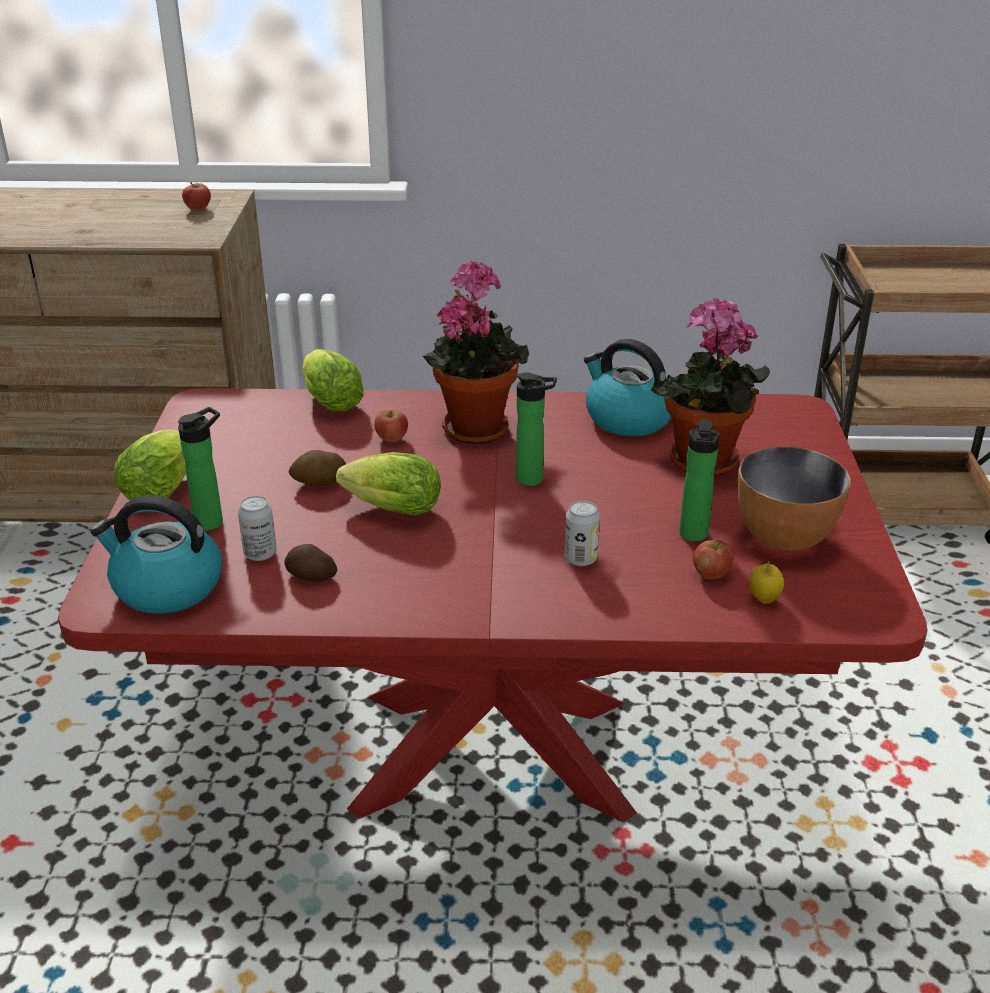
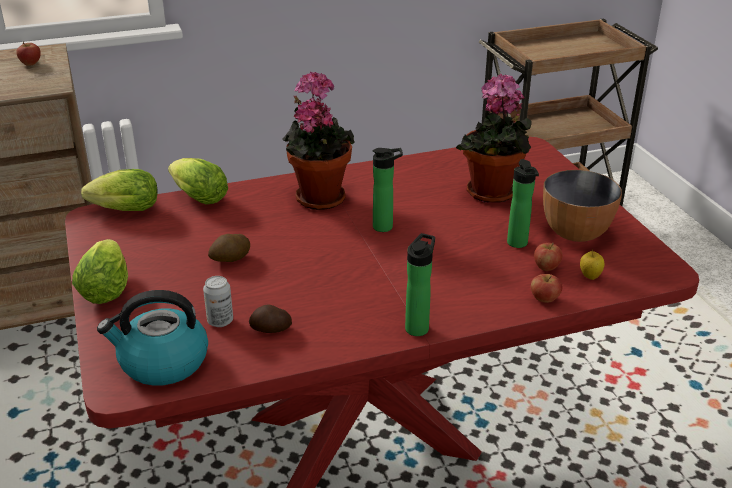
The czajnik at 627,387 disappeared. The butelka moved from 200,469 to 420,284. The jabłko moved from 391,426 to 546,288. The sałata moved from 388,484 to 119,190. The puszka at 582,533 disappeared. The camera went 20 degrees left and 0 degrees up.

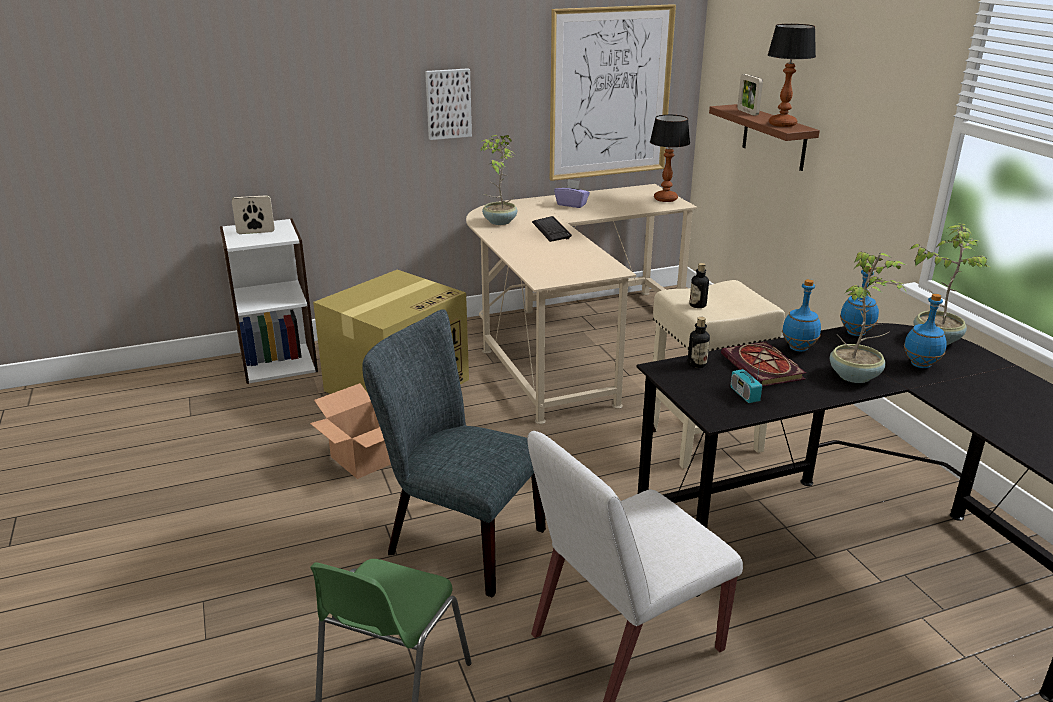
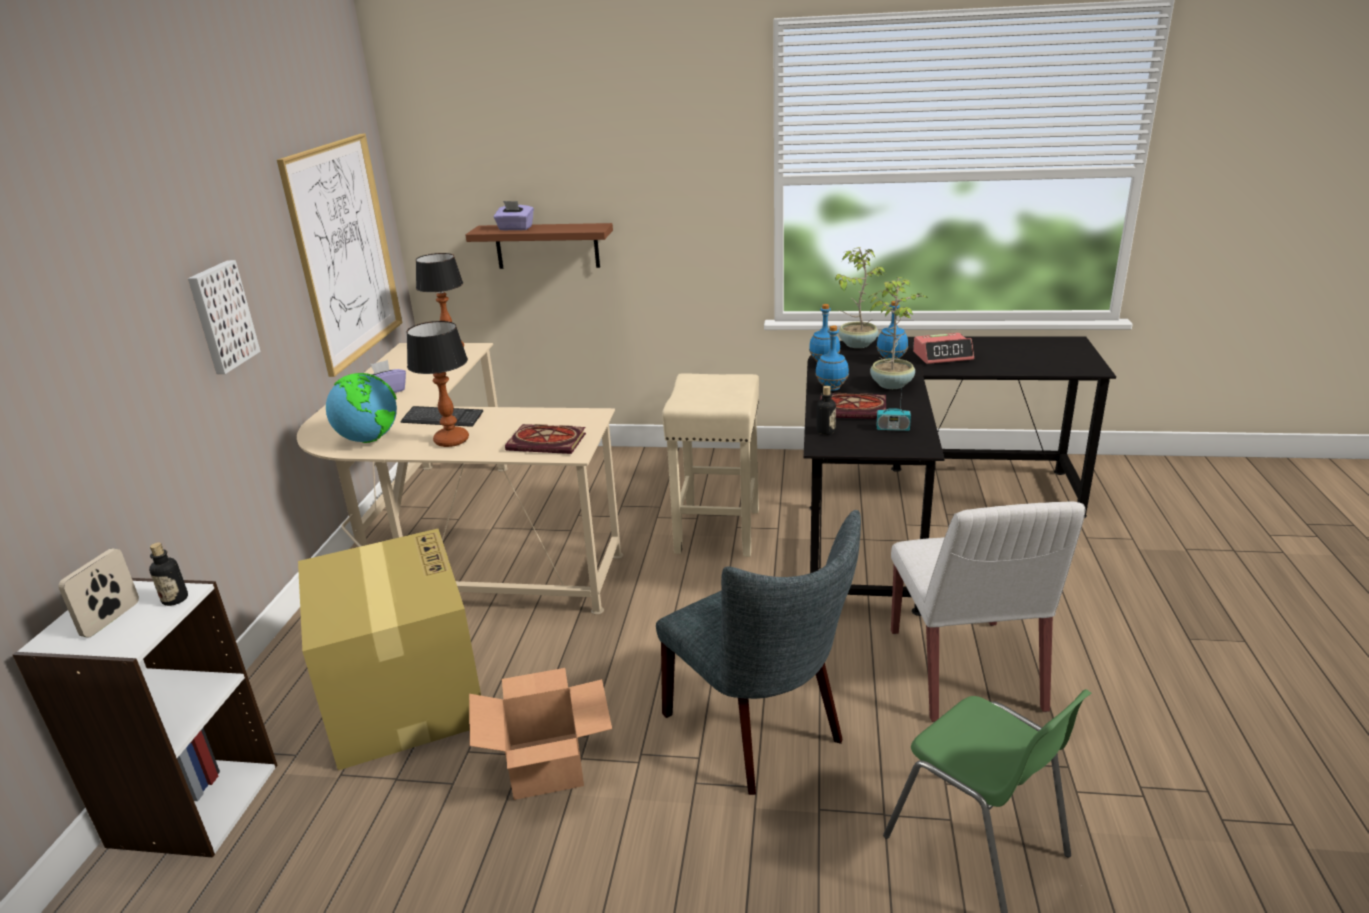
The lampa stołowa moved from 792,75 to 437,384. The ramka na zdjęcie at 750,95 was replaced by the pudełko chusteczek [fioletowy] at 513,215. The roślina doniczkowa at 499,180 was replaced by the globus at 361,408. The butelka moved from 699,285 to 168,574. The krzesło [szary] at 454,453 turned 90 degrees counterclockwise. The budzik at 943,348 appeared. The książka at 545,439 appeared. The camera went 60 degrees left and 0 degrees up.

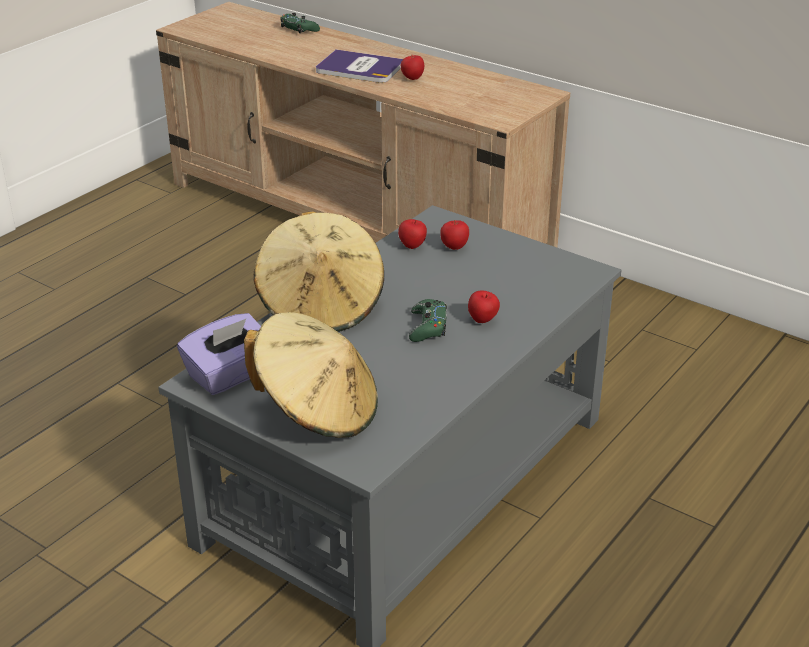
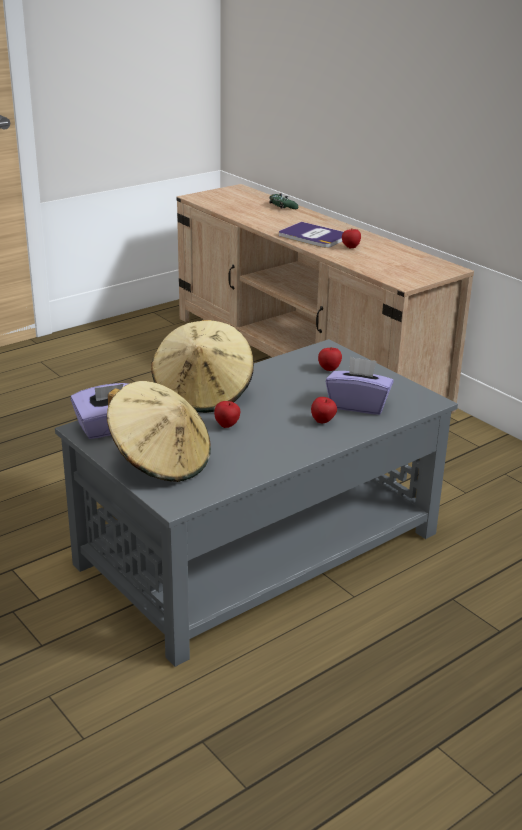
The jabłko moved from 412,234 to 227,414. The pad do gier [zielony] at 428,320 disappeared. The pudełko chusteczek [fioletowy] at 360,386 appeared. The camera went 15 degrees right and 5 degrees down.

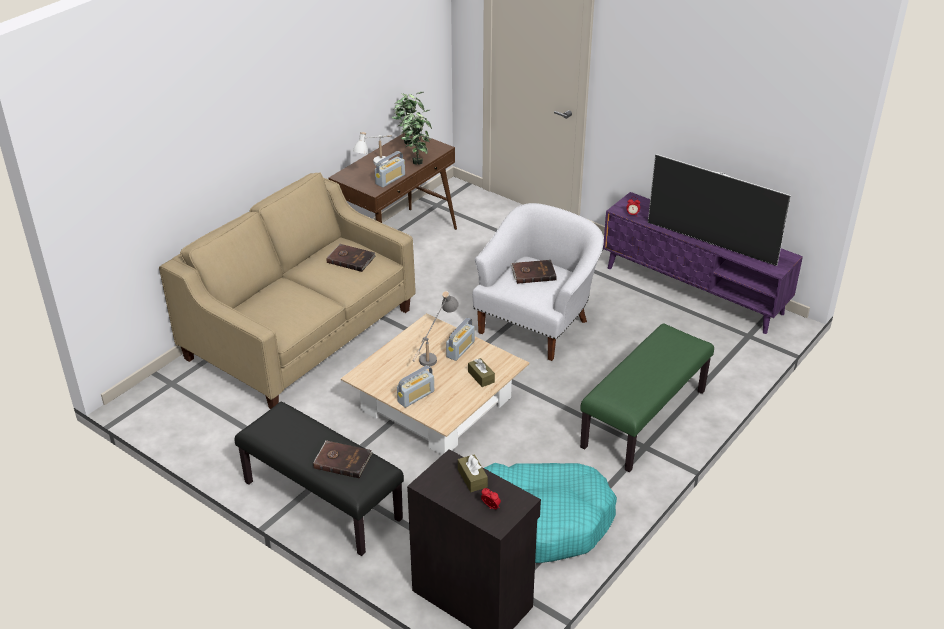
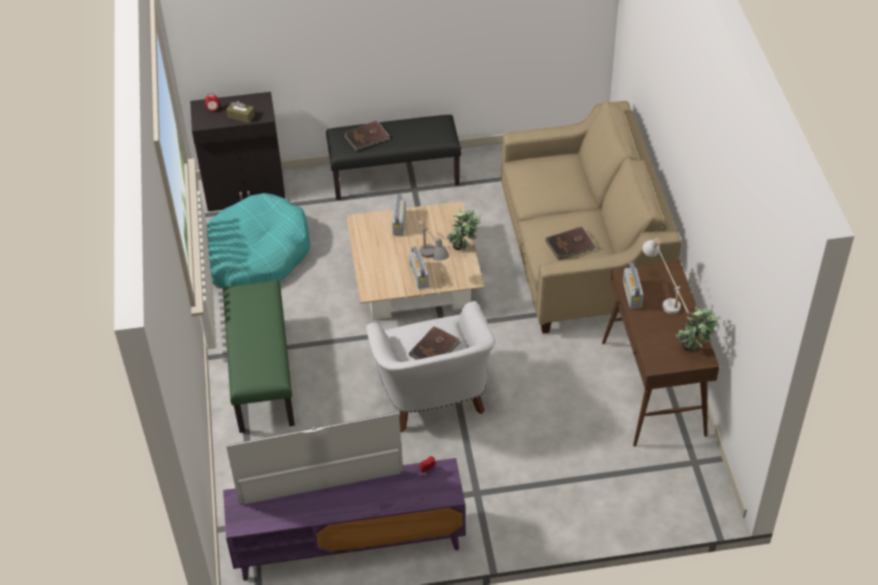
The roślina doniczkowa moved from 416,137 to 463,229. The pudełko chusteczek [brązowy] at 481,372 disappeared. The camera went 135 degrees right and 10 degrees up.

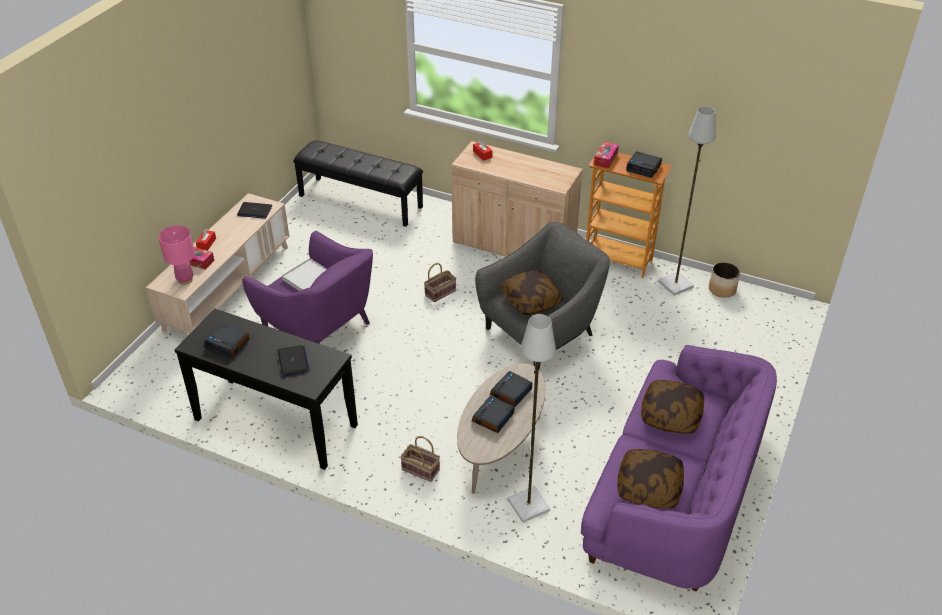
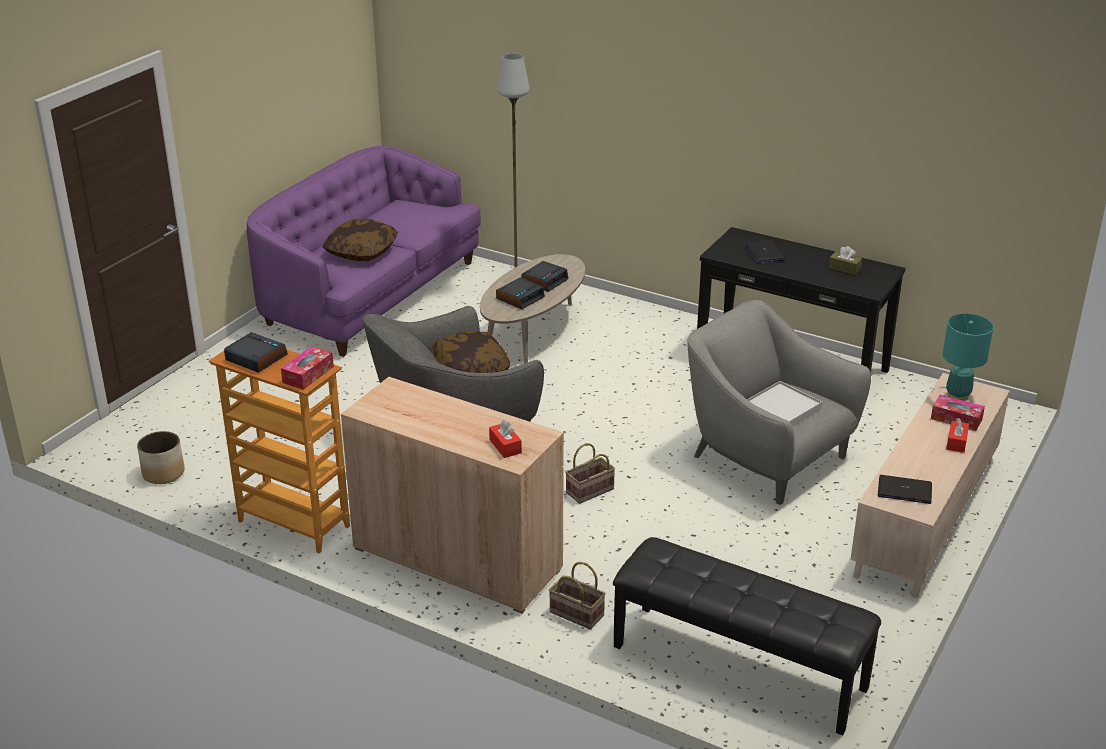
The lampa stojąca [szary] at 687,201 disappeared. The lampa stołowa [różowy] at 176,255 became the lampa stołowa [turkusowy] at 967,357. The fotel [fioletowy] at 307,287 became the fotel [szary] at 779,402. The budzik at 227,341 was replaced by the pudełko chusteczek [brązowy] at 845,260. The koszyk moved from 420,459 to 577,596. The poduszka at 650,479 disappeared. The camera went 175 degrees left and 10 degrees down.

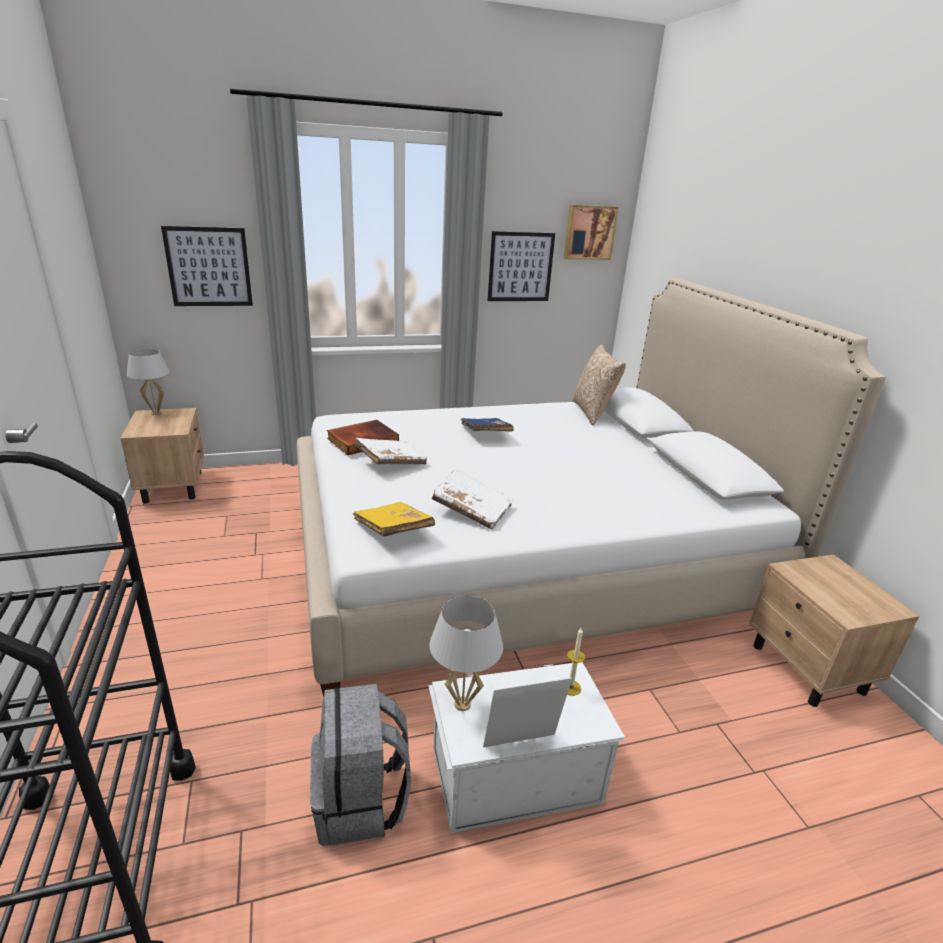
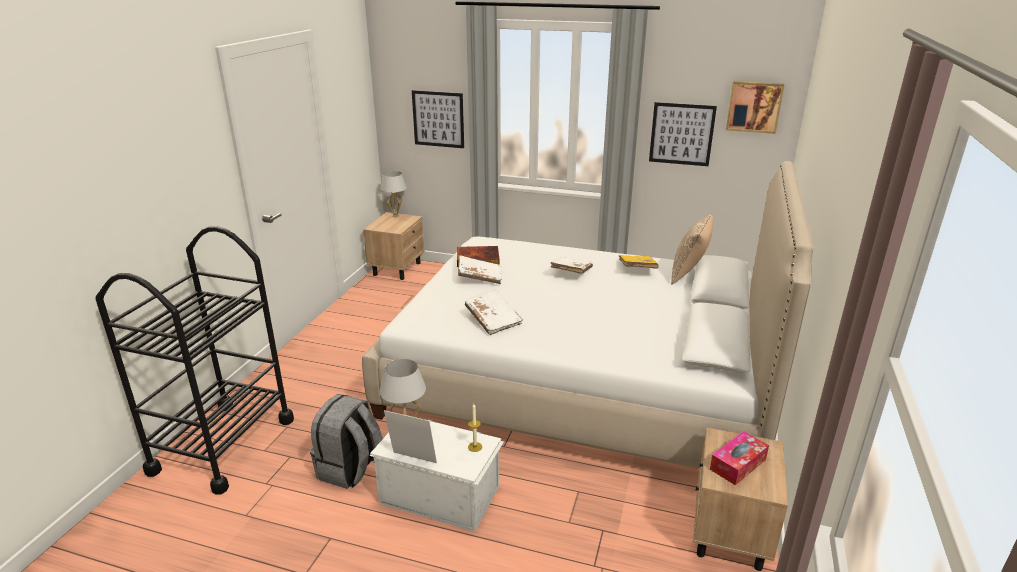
The książka [niebieski] at 487,425 became the książka [biały] at 571,265. The książka [żółty] moved from 394,519 to 639,262. The pudełko chusteczek at 739,458 appeared. The camera went 35 degrees right and 0 degrees up.

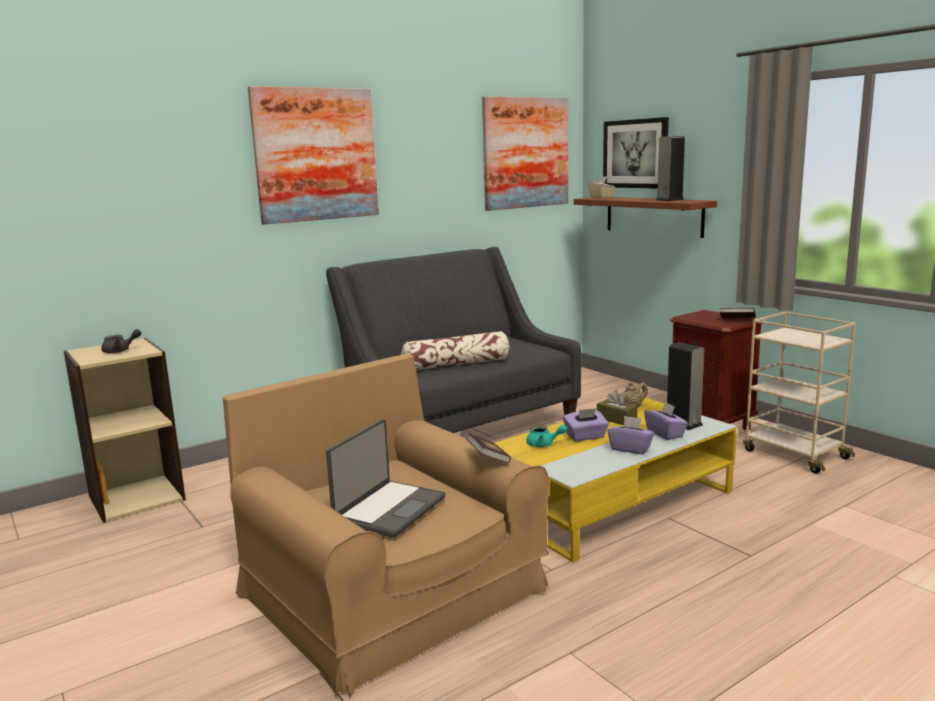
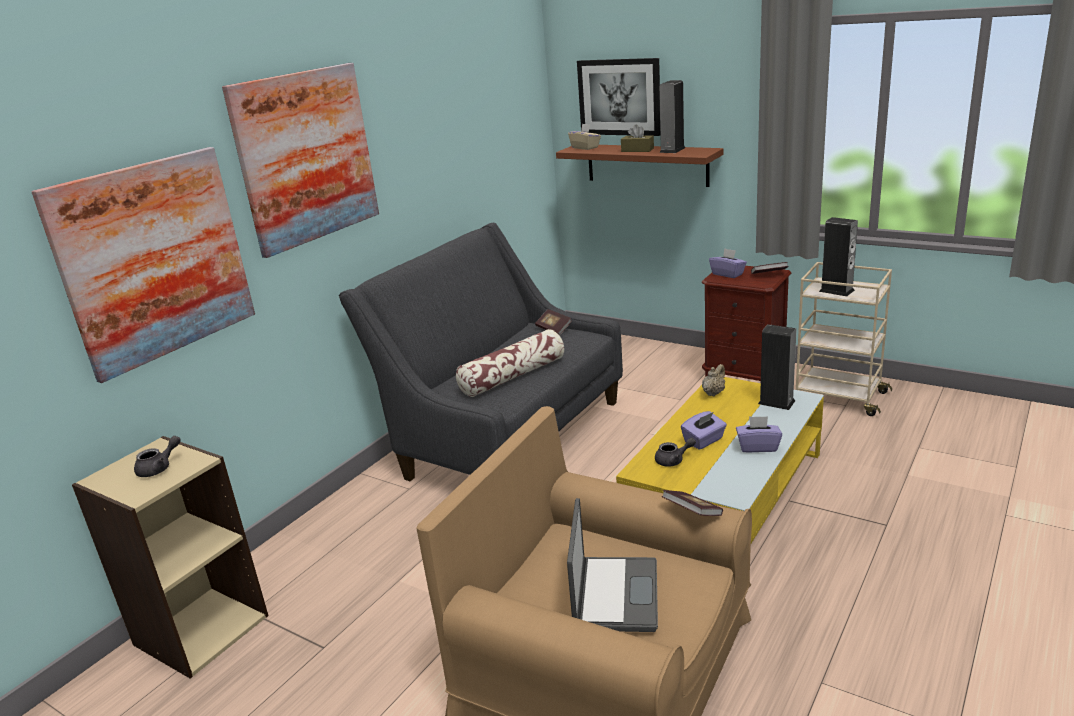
The obraz moved from 525,154 to 143,265. The pudełko chusteczek [brązowy] moved from 617,408 to 637,138. The pudełko chusteczek [fioletowy] moved from 666,421 to 728,263. The imbryk [turkusowy] at 546,436 became the imbryk [szary] at 675,452. The głośnik at 838,256 appeared. The książka at 553,322 appeared. The camera went 20 degrees left and 10 degrees up.

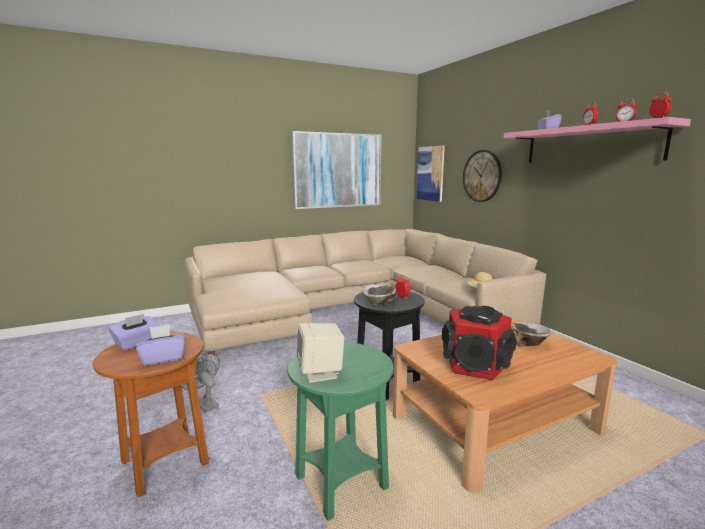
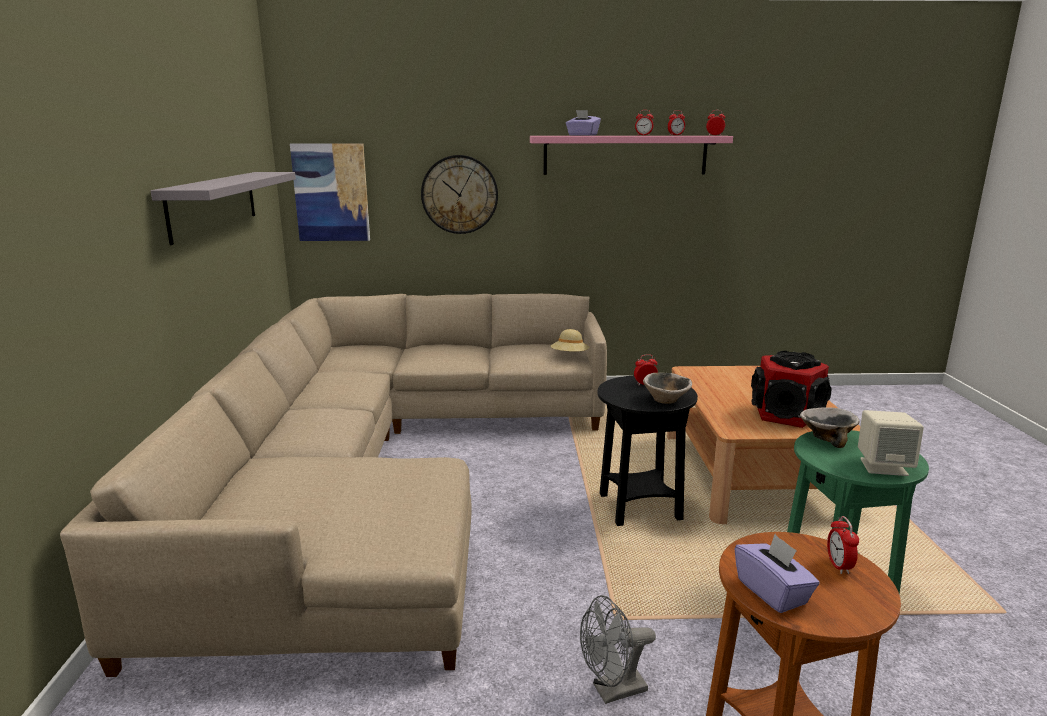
The obraz at 336,170 was replaced by the półka [szary] at 223,208. The miska moved from 532,334 to 829,427. The pudełko chusteczek [fioletowy] at 160,345 was replaced by the budzik at 843,545. The camera went 65 degrees left and 5 degrees up.

